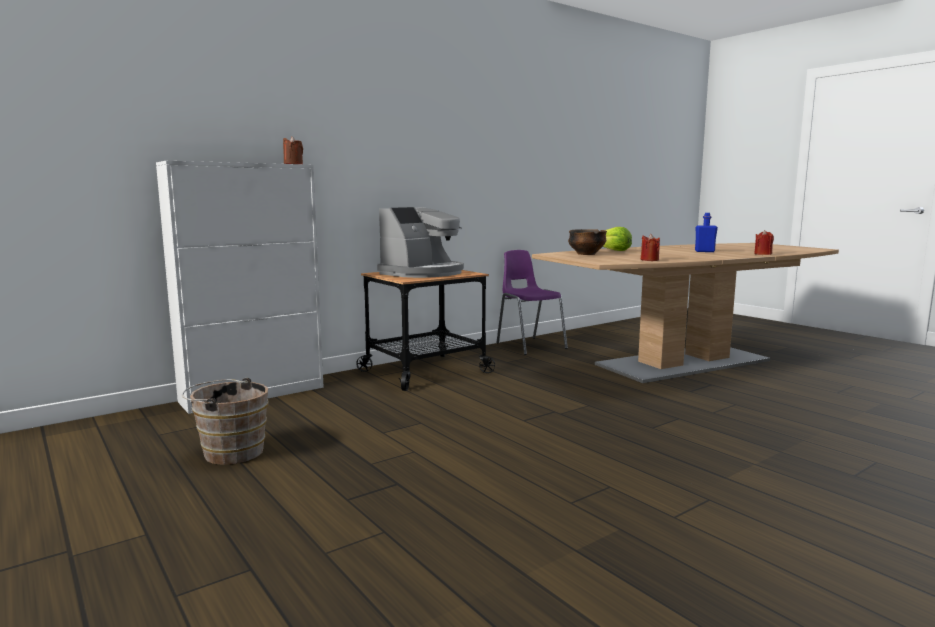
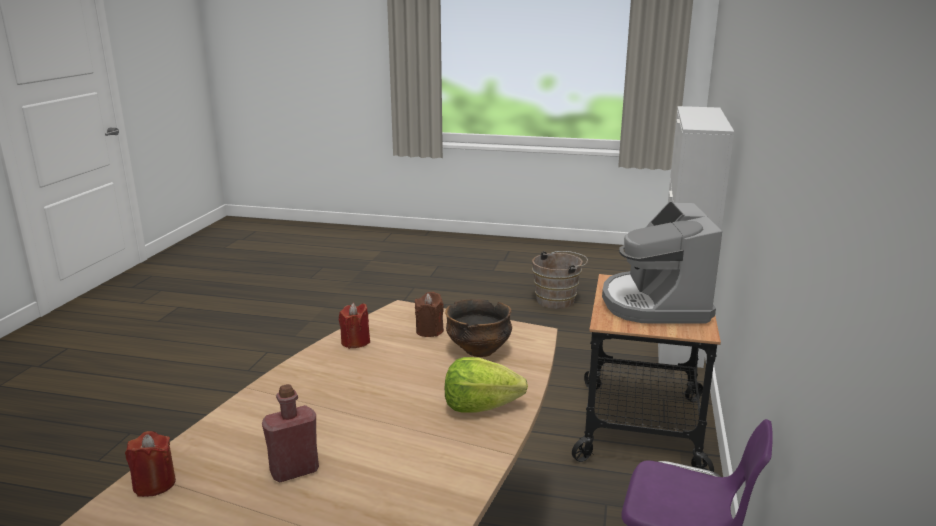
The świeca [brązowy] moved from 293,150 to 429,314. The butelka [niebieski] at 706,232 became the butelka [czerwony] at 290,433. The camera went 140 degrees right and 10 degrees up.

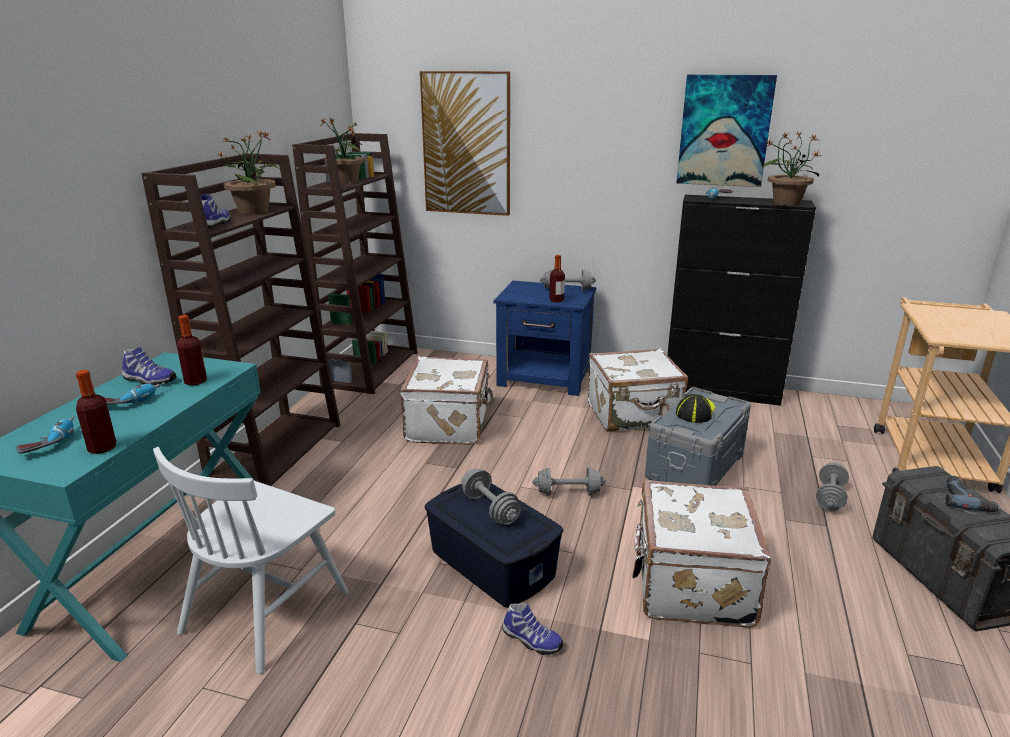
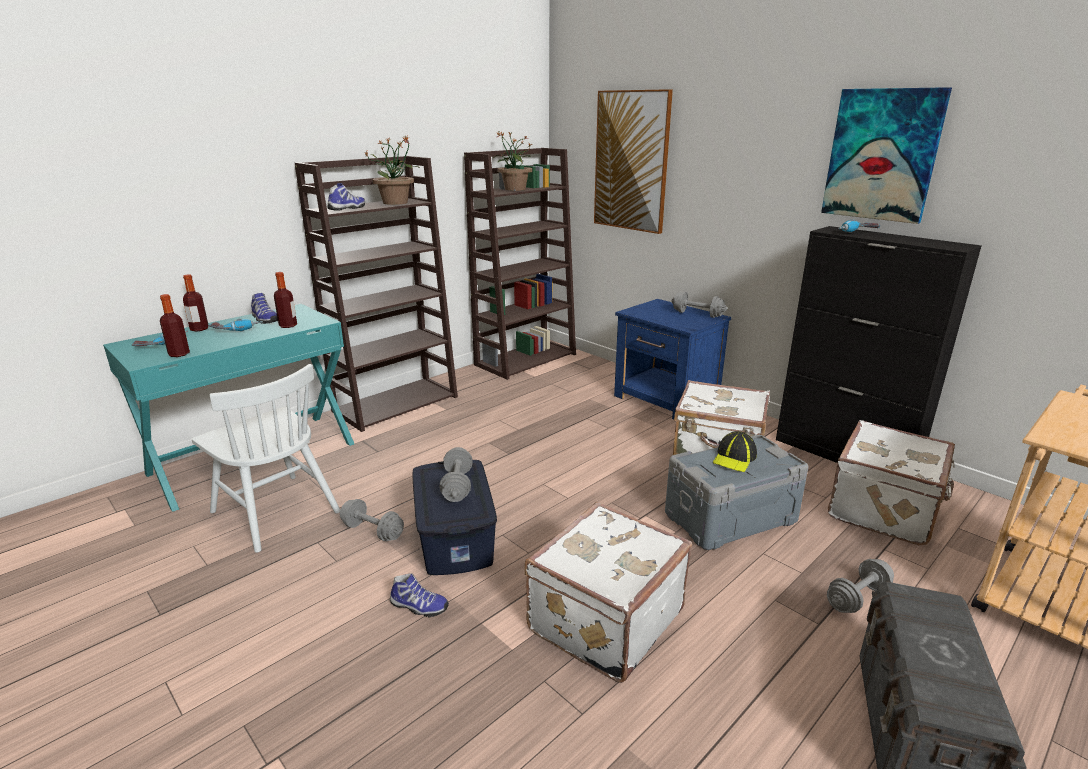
The roślina doniczkowa at 791,168 disappeared. The butelka moved from 557,278 to 196,303. The walizka [biały] moved from 446,400 to 891,482. The czapka z daszkiem at 696,408 turned 150 degrees clockwise. The krzesło [biały] at 250,560 turned 105 degrees counterclockwise. The hantel [szary] moved from 569,482 to 372,520. The wiertarka at 972,494 disappeared. The but at 532,629 turned 45 degrees counterclockwise. The camera went 30 degrees right and 0 degrees up.

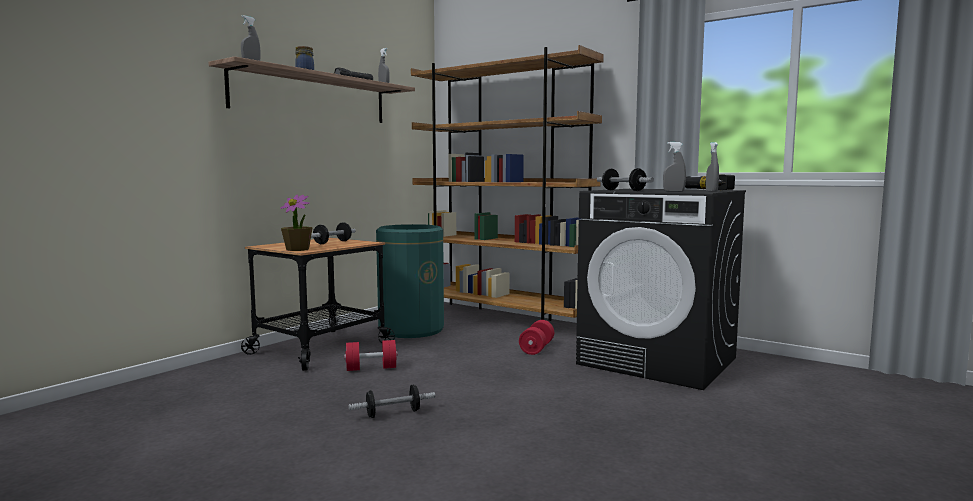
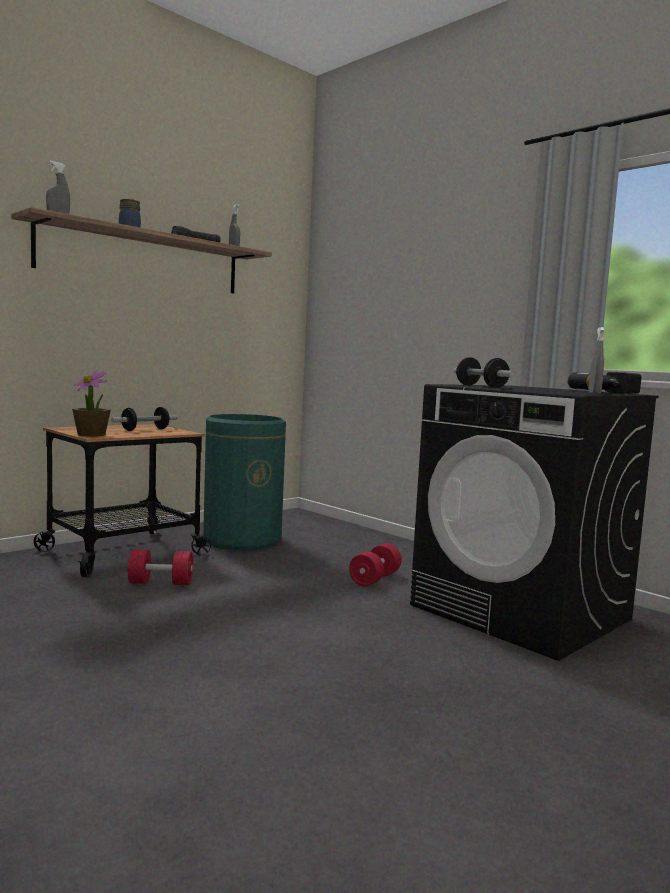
The regał [brązowy] at 507,183 disappeared. The spryskiwacz [szary] at 674,167 disappeared. The hantel at 392,401 disappeared. The camera went 10 degrees right and 0 degrees up.

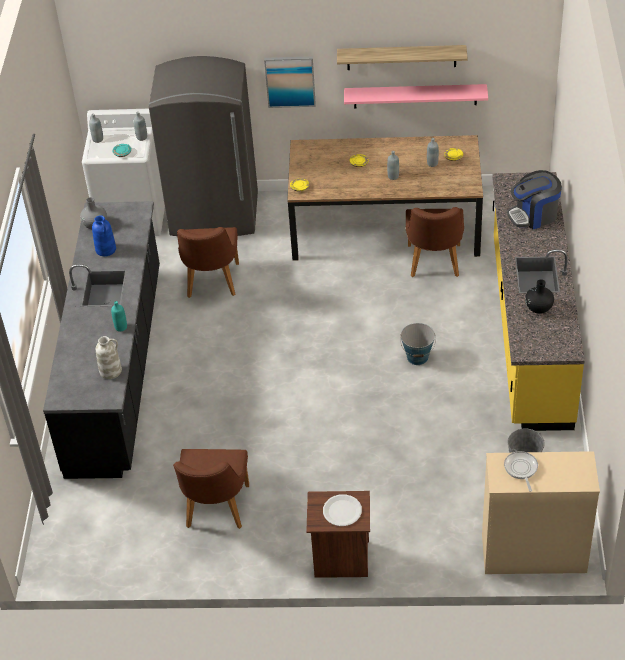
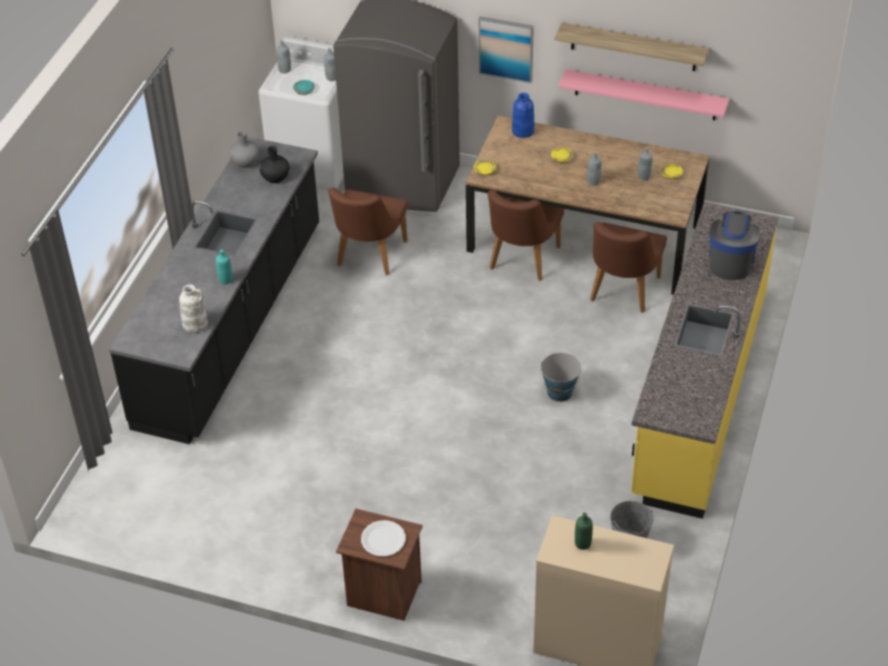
The ekspres do kawy at 534,199 turned 105 degrees clockwise. The wazon [niebieski] moved from 104,235 to 523,115. The wazon [czarny] moved from 539,296 to 274,164. The krzesło [brązowy] moved from 211,489 to 526,235. The patelnia at 521,471 was replaced by the butelka [zielony] at 584,531. The camera went 15 degrees right and 0 degrees up.

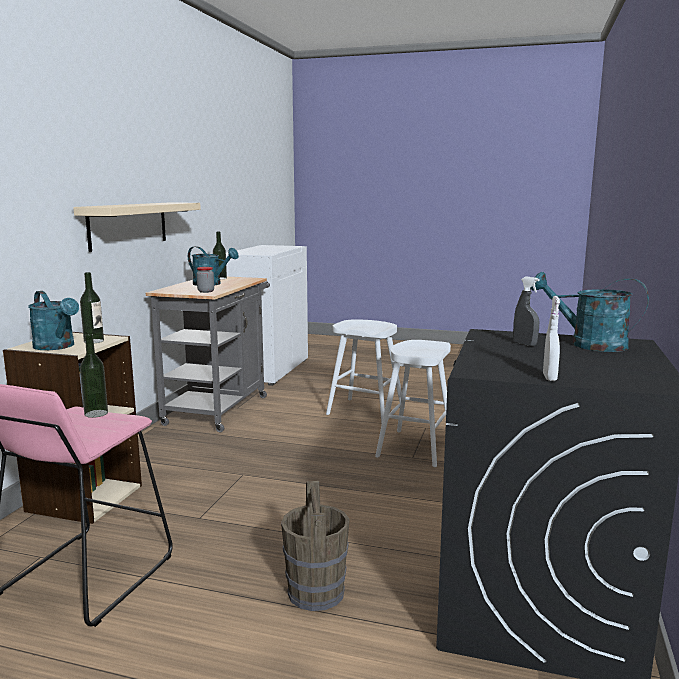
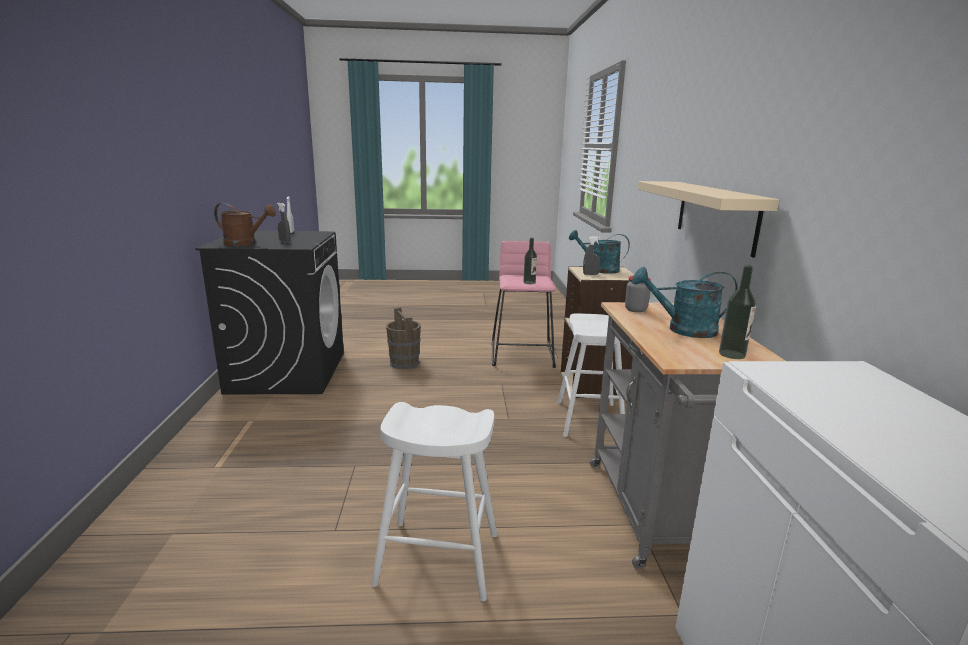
The butelka at 92,307 was replaced by the spryskiwacz [szary] at 592,255. The konewka [turkusowy] at 589,312 became the konewka [brązowy] at 245,224. The stołek [biały] moved from 413,403 to 591,375. The camera went 160 degrees right and 5 degrees up.

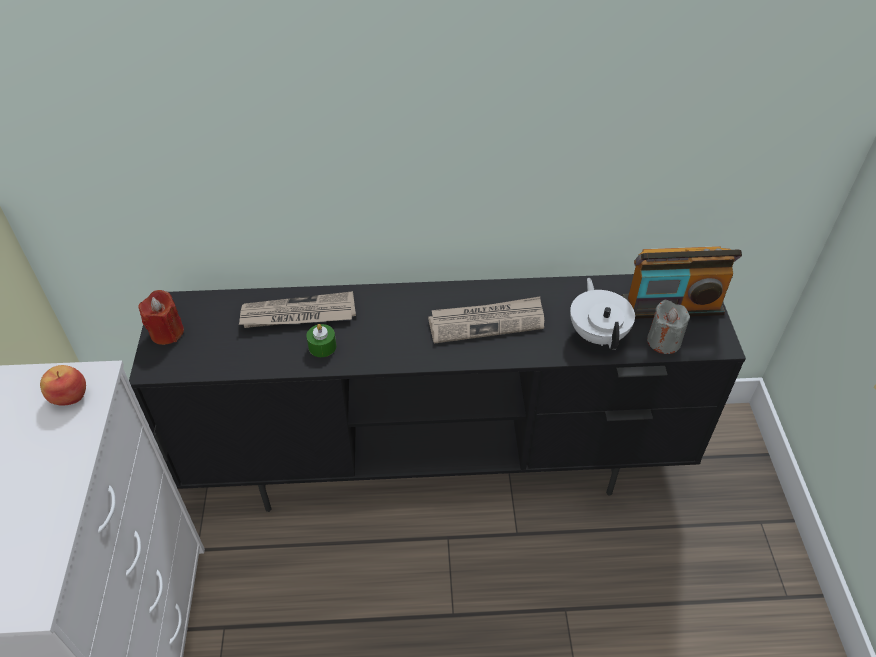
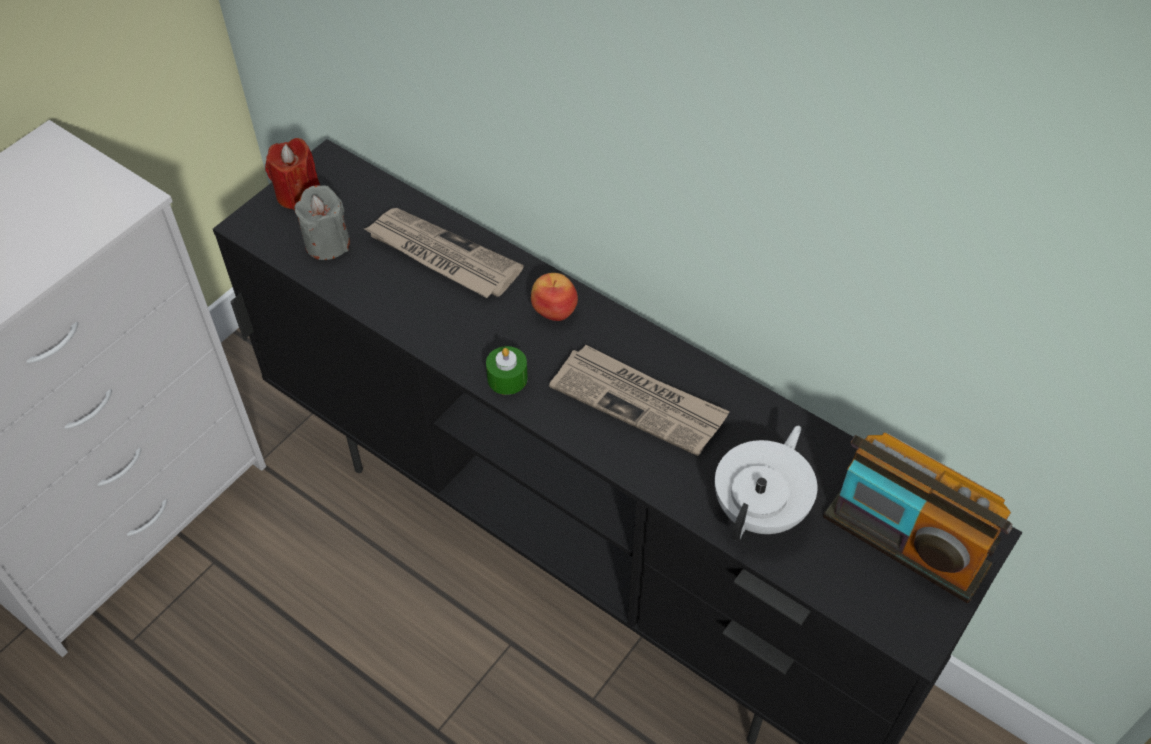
The świeca [szary] moved from 668,327 to 322,222. The świeca [zielony] moved from 321,340 to 507,370. The jabłko moved from 63,385 to 554,297. The camera went 40 degrees right and 5 degrees up.

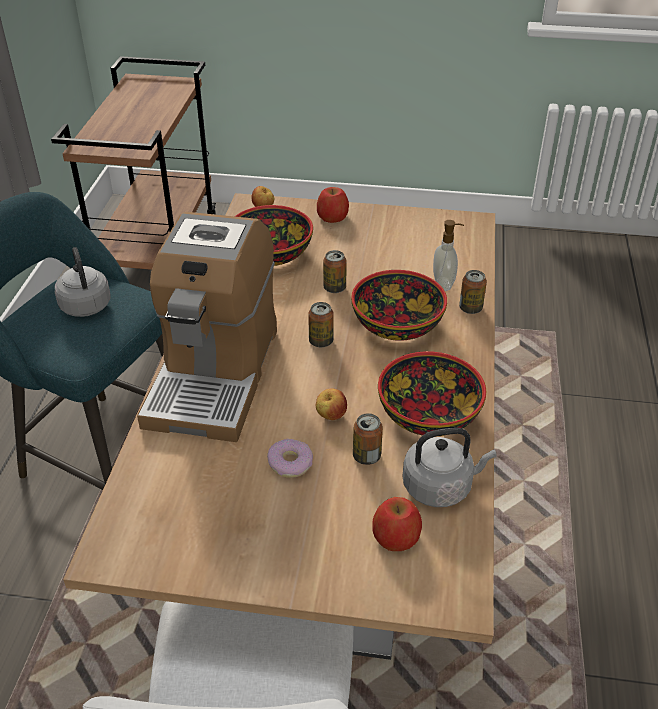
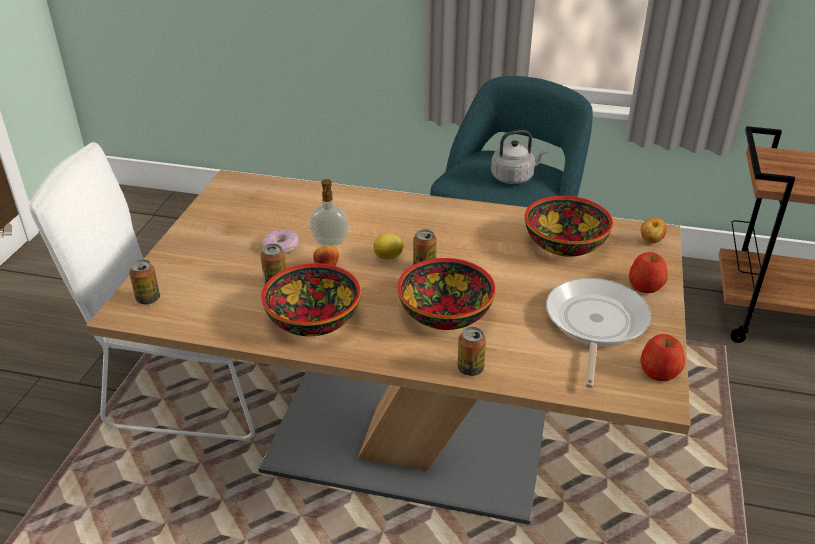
The ekspres do kawy at 207,327 disappeared. The dozownik mydła moved from 448,255 to 329,212. The puszka moved from 335,271 to 144,282. The czajnik [szary] at 449,467 disappeared. The jabłko moved from 397,524 to 662,357. The cytryna at 389,246 appeared. The patelnia at 598,333 appeared. The camera went 95 degrees right and 5 degrees down.

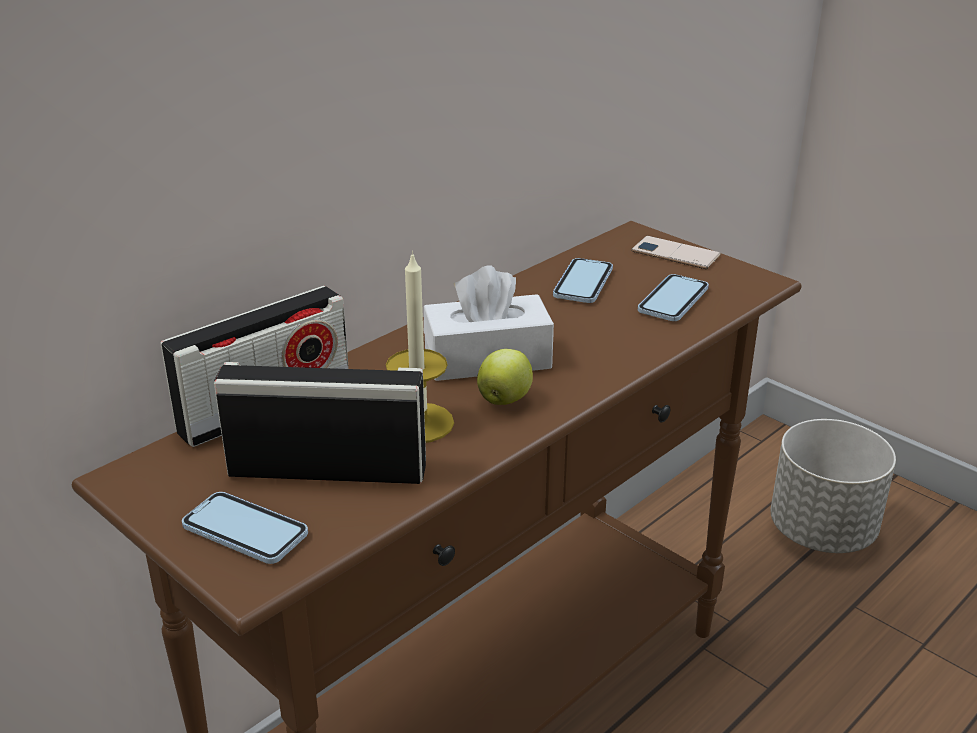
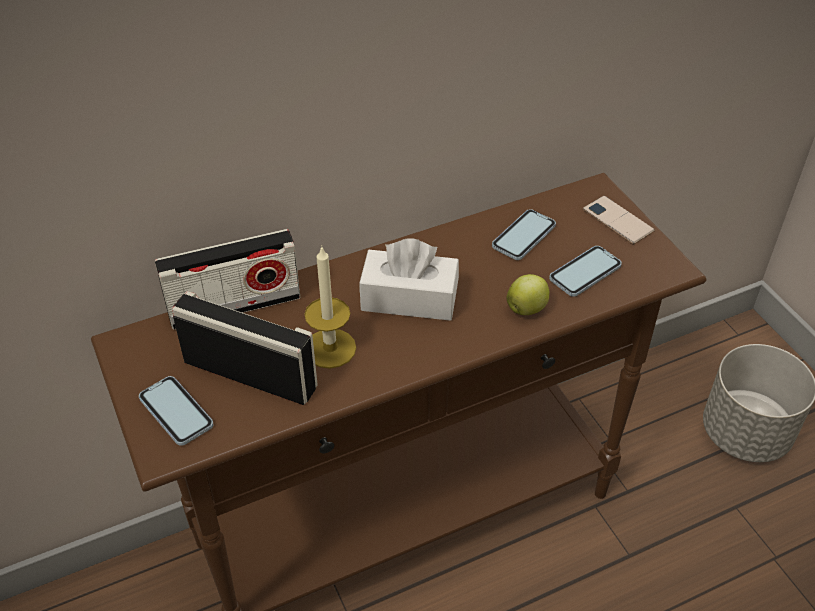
The jabłko moved from 505,377 to 528,294. The camera went 20 degrees right and 15 degrees up.

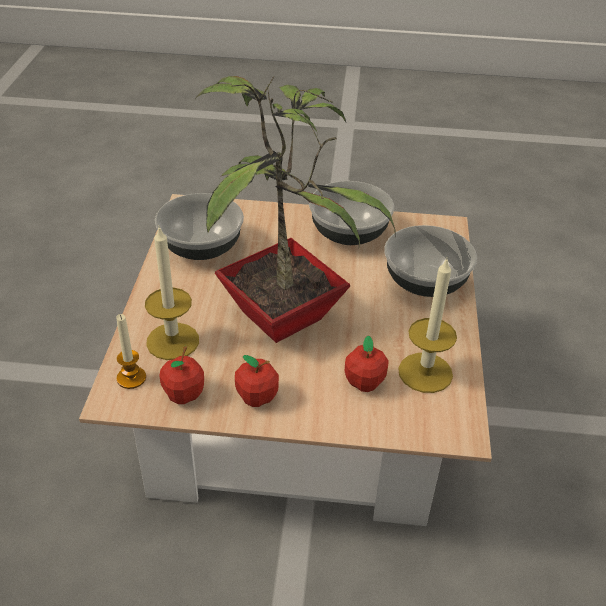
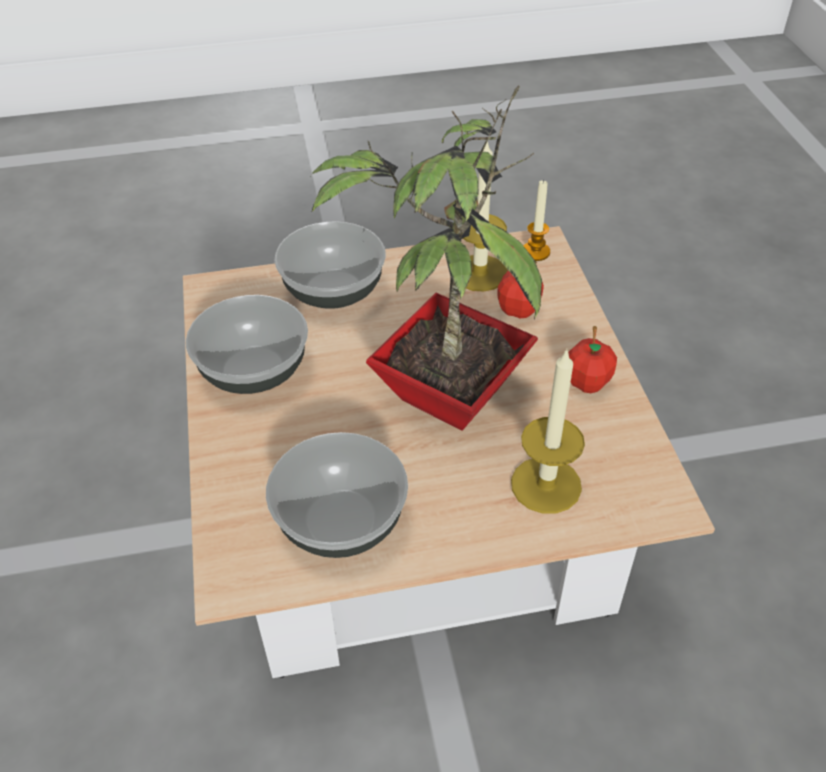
The świeca moved from 131,351 to 536,220. The jabłko at 181,375 disappeared. The camera went 105 degrees left and 5 degrees up.

